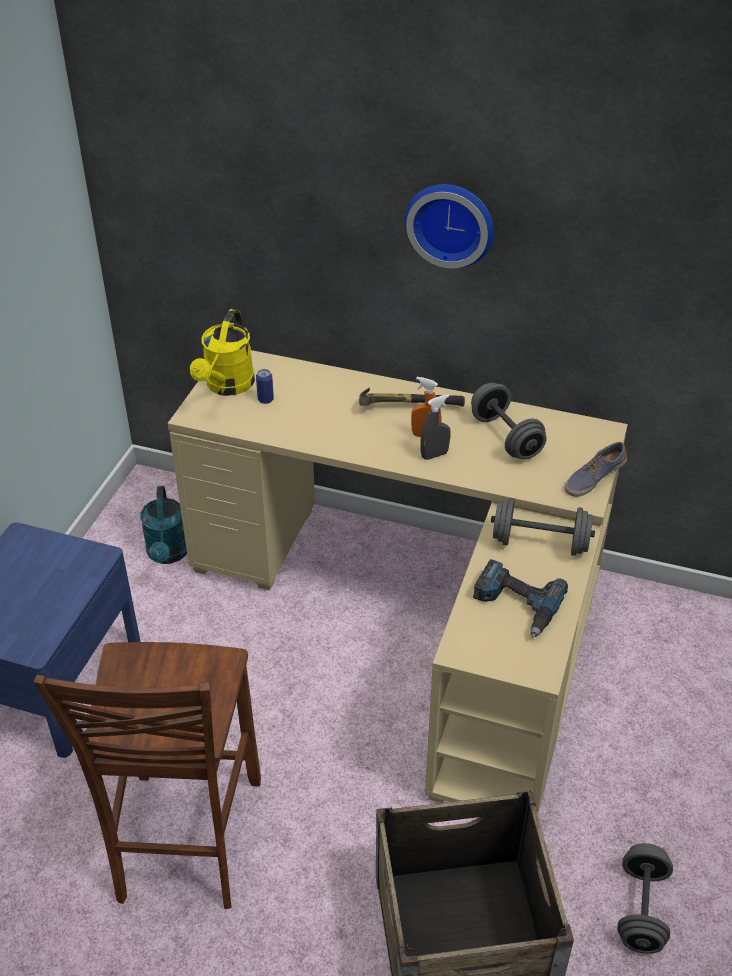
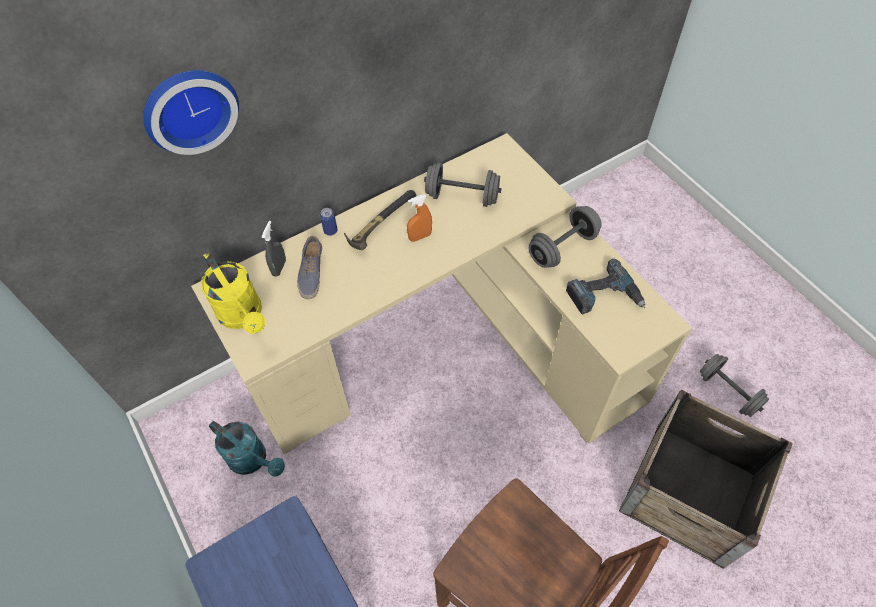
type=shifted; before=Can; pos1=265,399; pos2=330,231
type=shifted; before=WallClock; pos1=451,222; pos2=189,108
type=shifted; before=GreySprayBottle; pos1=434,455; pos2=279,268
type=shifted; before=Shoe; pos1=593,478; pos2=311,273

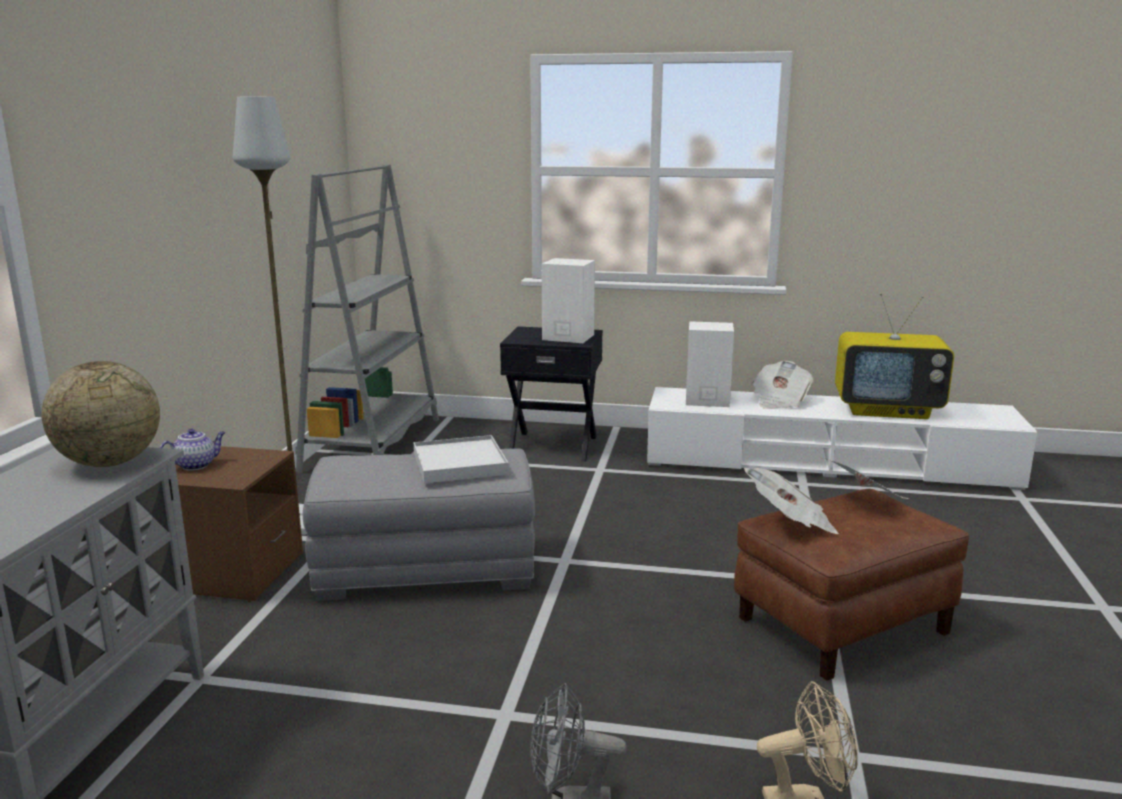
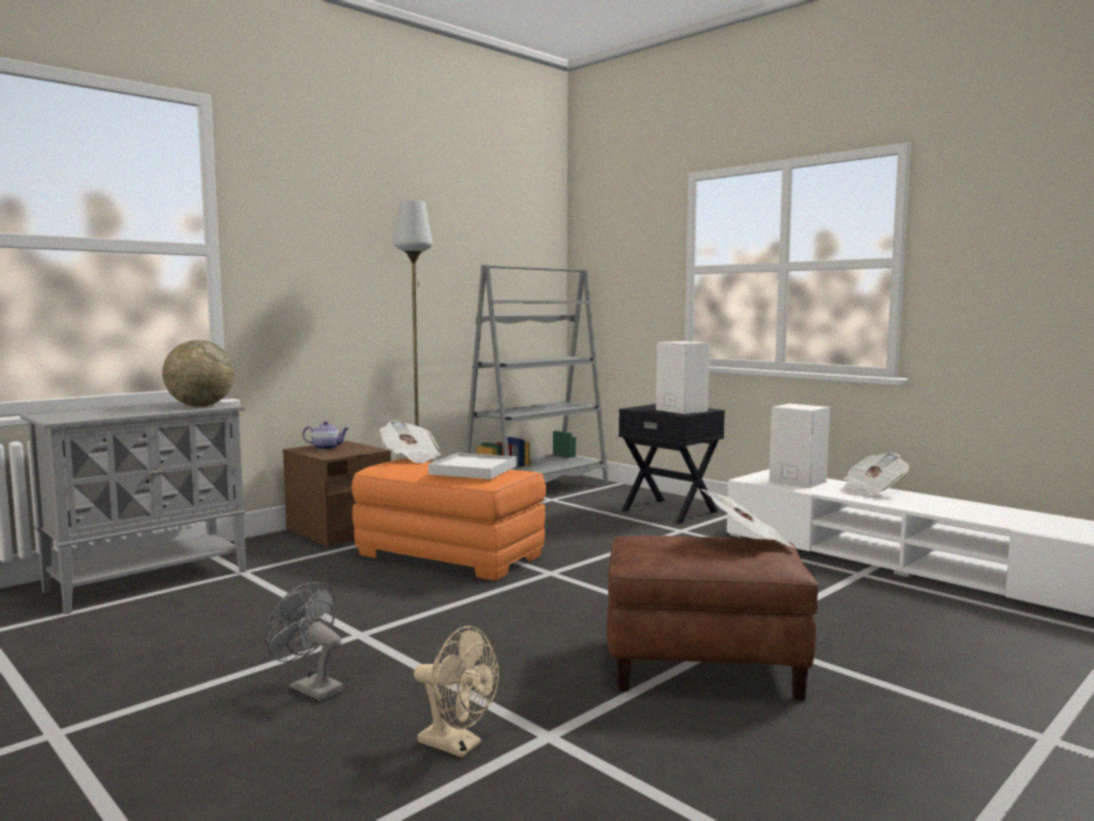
type=repainted; before=GreyOttoman; after=OrangeOttoman; pos1=424,570; pos2=448,556
type=shifted; before=Newspaper; pos1=790,523; pos2=411,458
type=gone; before=Television; pos1=888,410

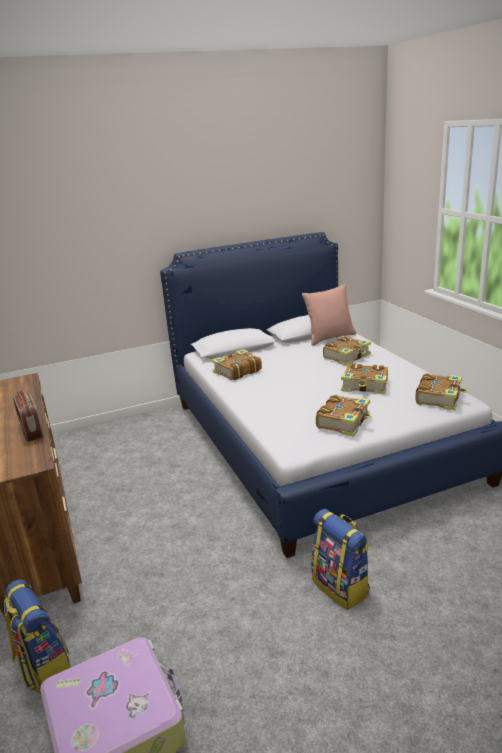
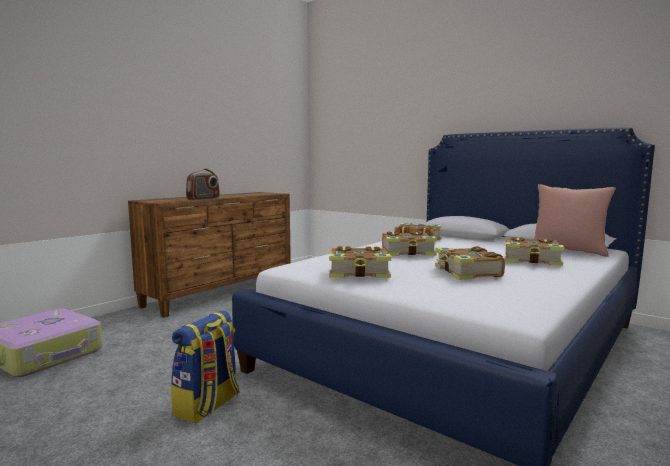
type=gone; before=Backpack; pos1=43,666
type=shifted; before=Book; pos1=439,398; pos2=408,252

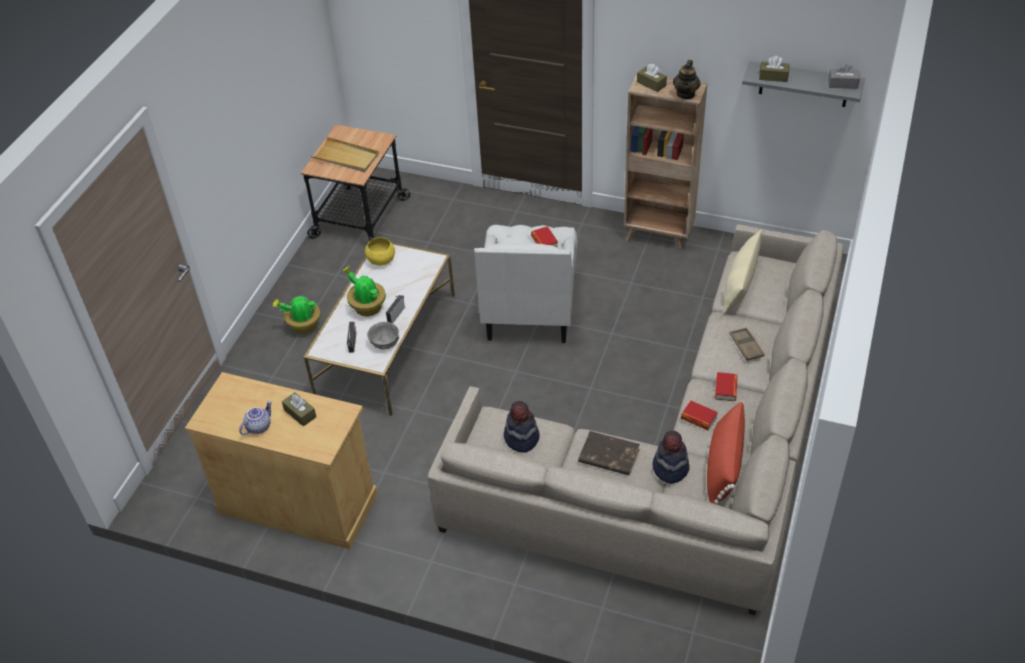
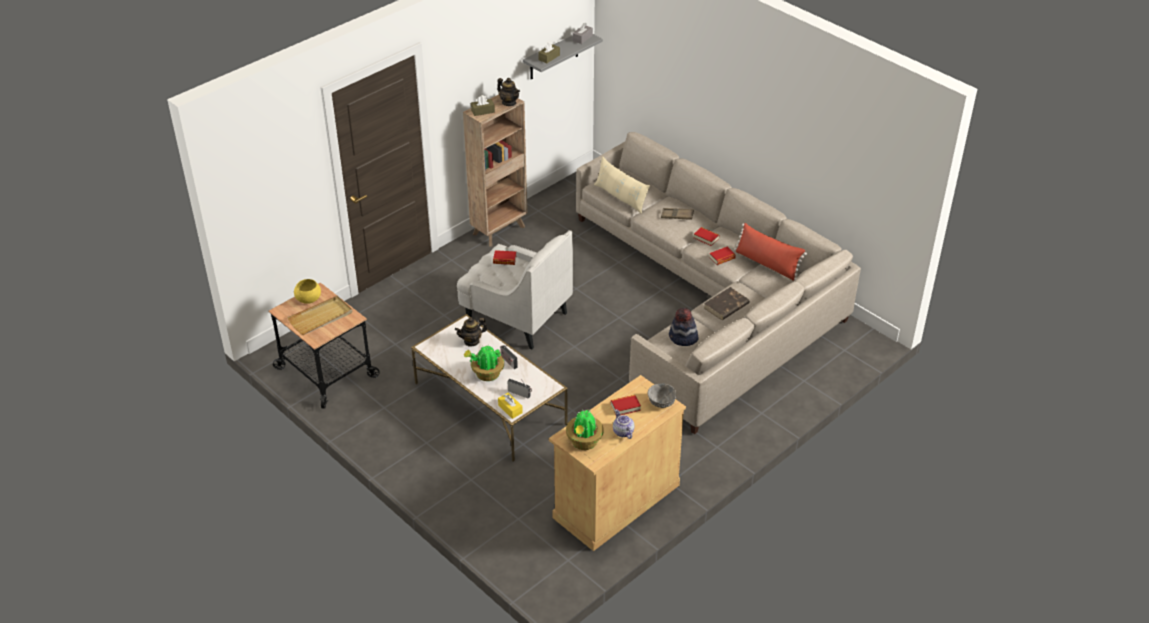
type=shifted; before=PottedPlant; pos1=303,326; pos2=584,442
type=swapped; before=BrownTissueBox; after=Book; pos1=300,413; pos2=625,407
type=shifted; before=YellowBowl; pos1=381,260; pos2=309,299
type=shifted; before=GreyBowl; pos1=385,342; pos2=661,402
type=gone; before=Hat; pos1=670,468
type=new; after=Teapot; pos2=472,341
type=new; after=YellowTissueBox; pos2=510,409

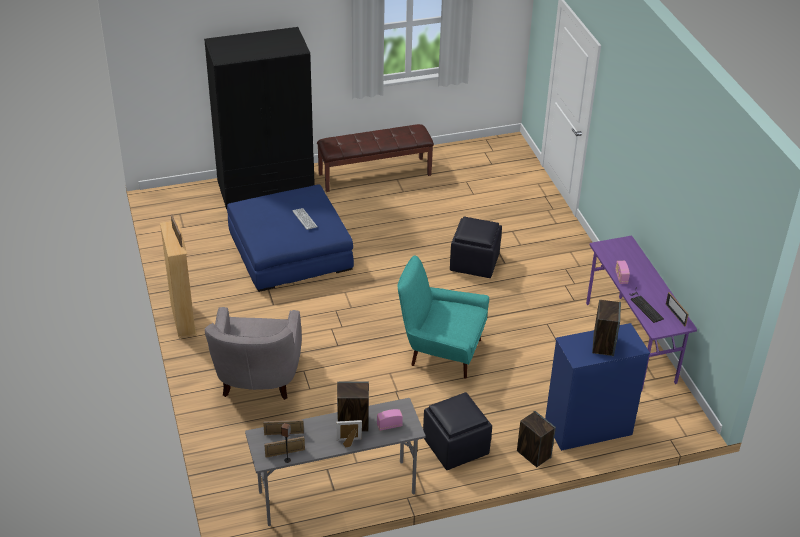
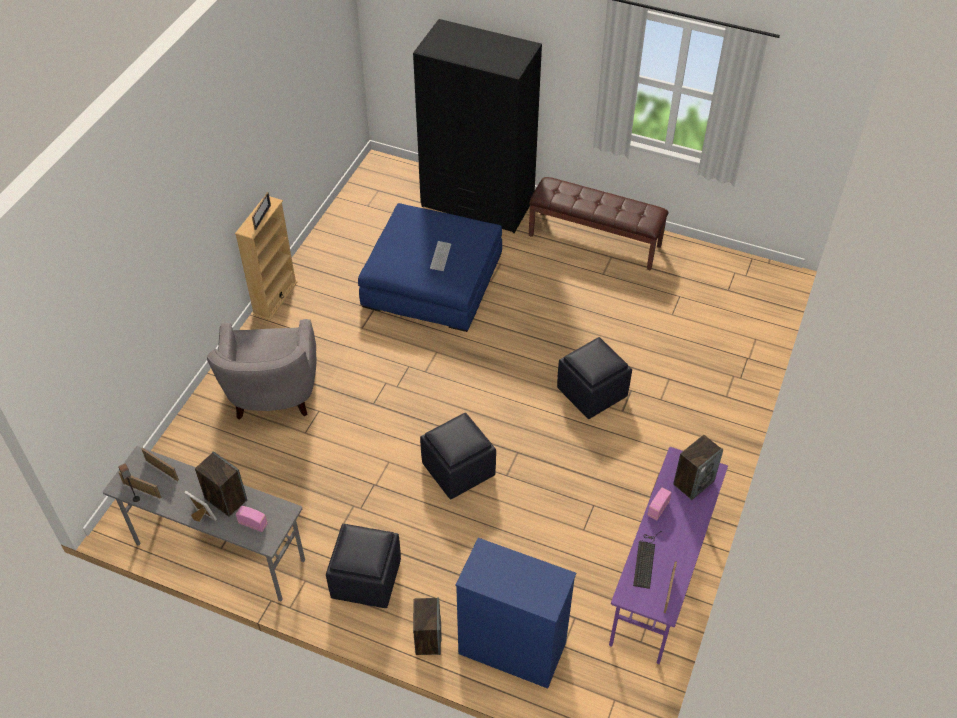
type=rotated; before=GreyArmchair; pos1=257,379; pos2=273,395; turn=-45
type=swapped; before=TurquoiseArmchair; after=BlackOttoman; pos1=441,351; pos2=458,469
type=shifted; before=Speaker; pos1=603,344; pos2=693,482

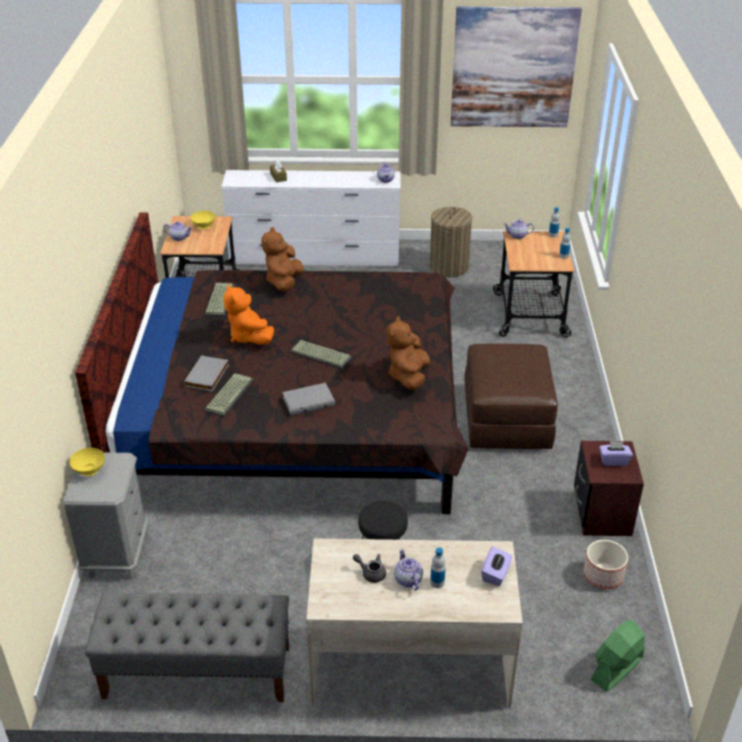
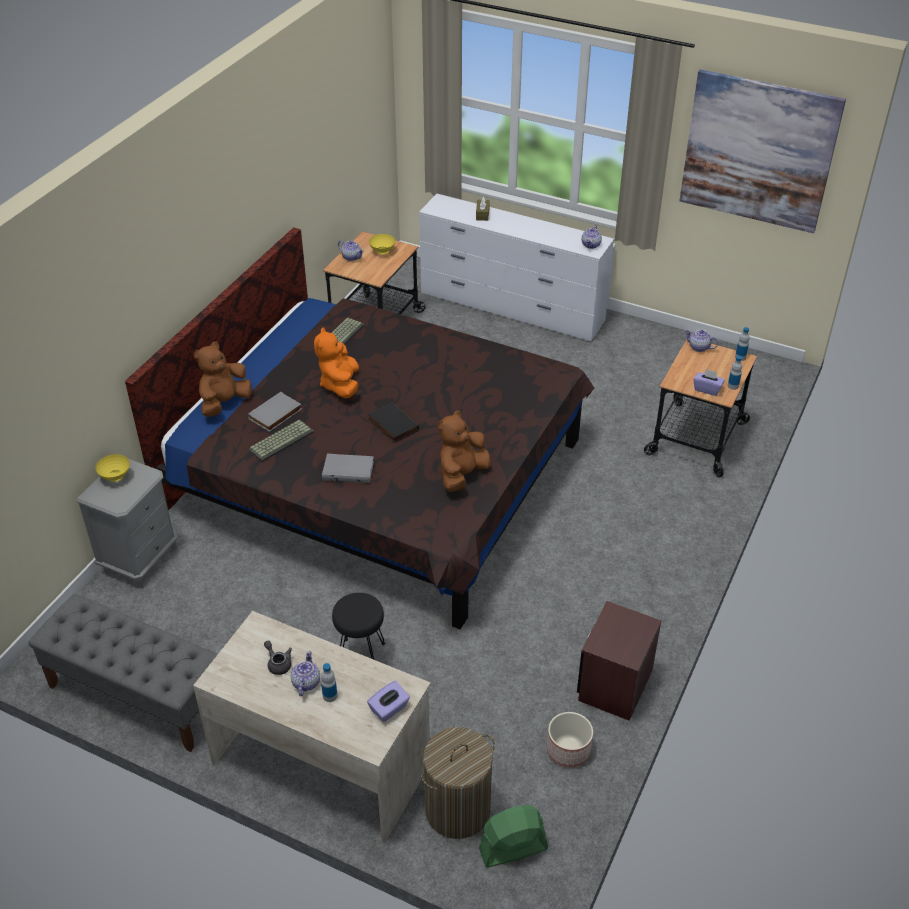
type=shifted; before=BrownPlushToy; pos1=284,282; pos2=224,403
type=swapped; before=Keyboard; after=BlackBook; pos1=319,355; pos2=392,425
type=shifted; before=LaundryBasket; pos1=449,267; pos2=457,810
type=gone; before=BrownOttoman; pos1=506,419
type=shifted; before=PurpleTissueBox; pos1=613,460; pos2=707,389

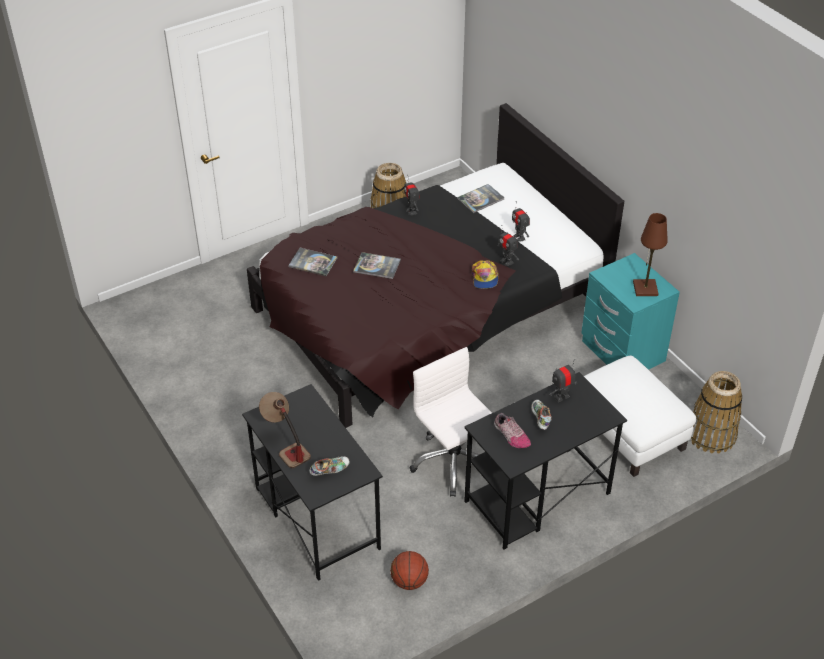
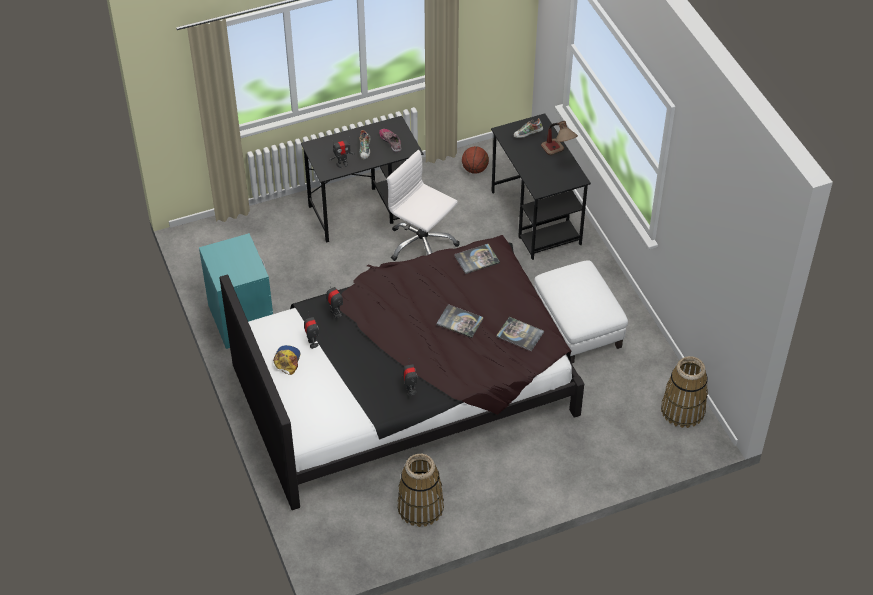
type=rotated; before=WhiteOfficeChair; pos1=453,462; pos2=421,245; turn=150
type=shifted; before=Book; pos1=480,199; pos2=477,259
type=shifted; before=Cap; pos1=484,278; pos2=287,360
type=shifted; before=WhiteOttoman; pos1=629,432; pos2=577,326
type=gone; before=BrownTableLamp; pos1=645,289
type=shifted; before=Basket; pos1=711,435; pos2=682,410

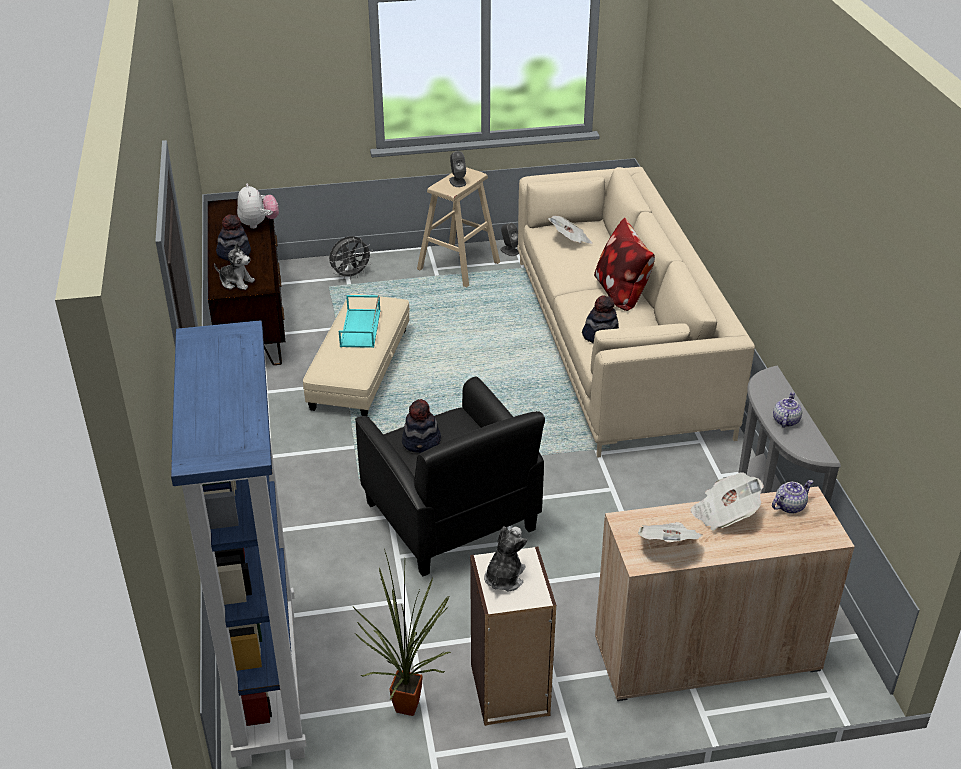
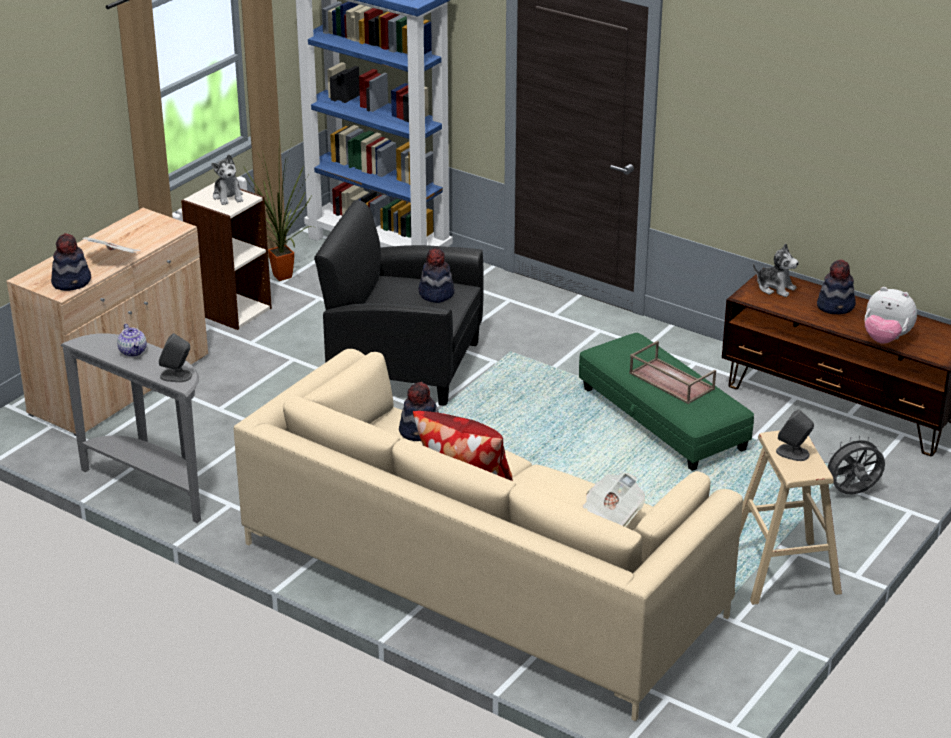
type=rotated; before=PlushToy; pos1=236,282; pos2=775,288; turn=-120
type=repainted; before=BeigeOttoman; after=GreenOttoman; pos1=360,368; pos2=662,419
type=rotated; before=GreyFan; pos1=351,275; pos2=852,493; turn=60
type=repainted; before=TurquoiseTray; after=BrownTray; pos1=361,329; pos2=670,381
type=shifted; before=GreySpeaker; pos1=509,251; pos2=176,376
type=gone; before=Newspaper; pos1=668,545
type=swapped; before=Teapot; after=Hat; pos1=789,506; pos2=72,282

